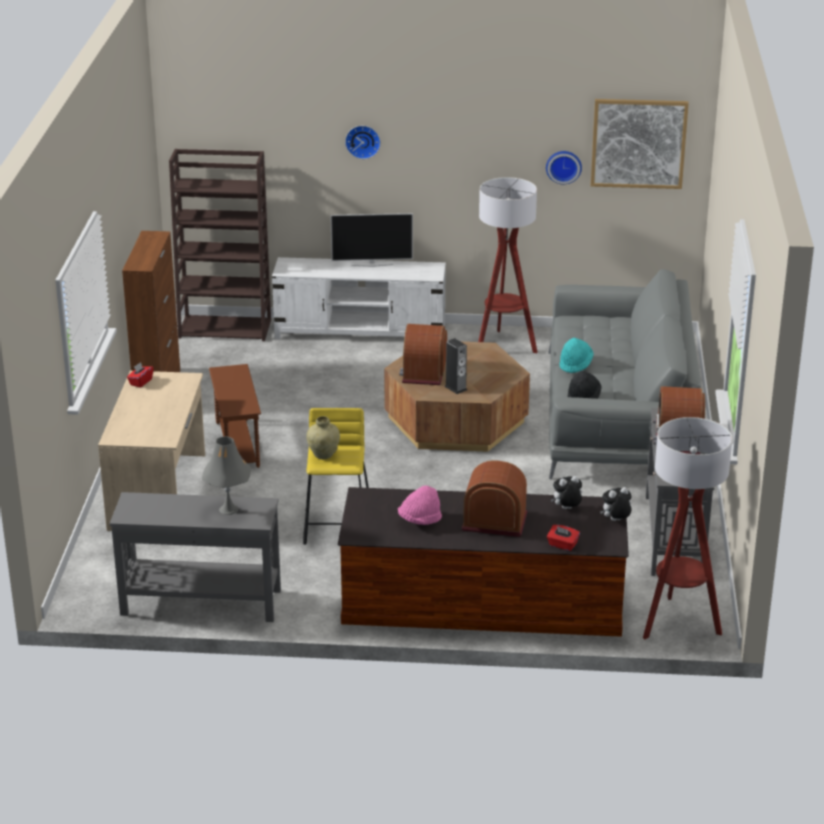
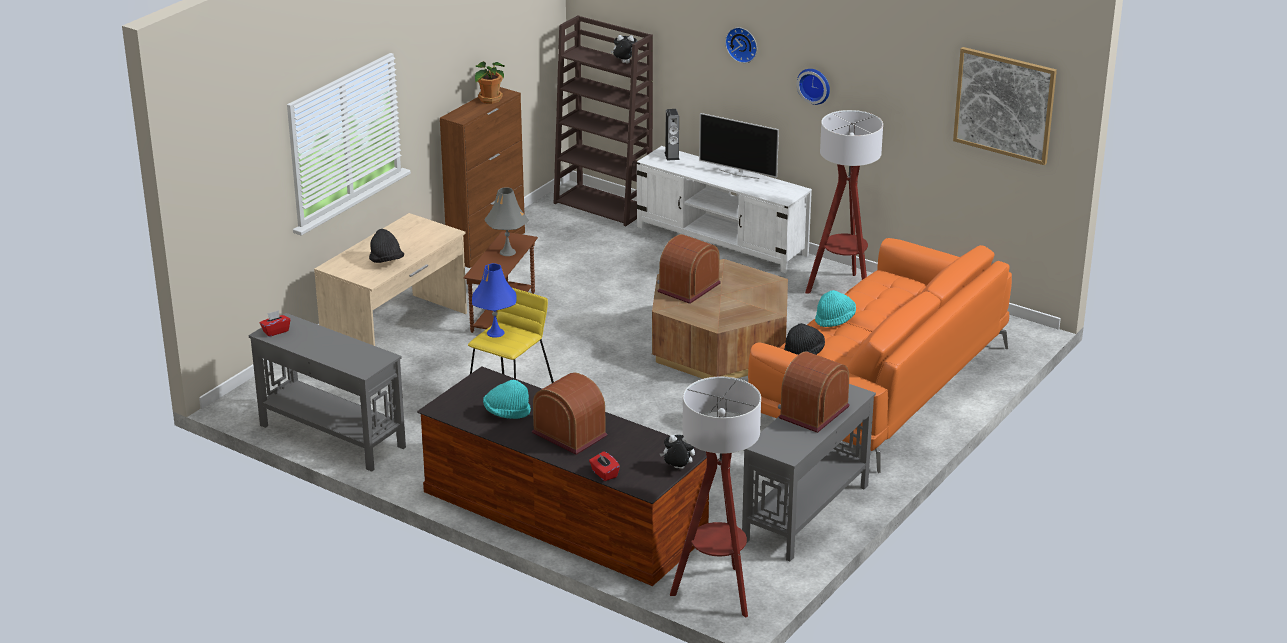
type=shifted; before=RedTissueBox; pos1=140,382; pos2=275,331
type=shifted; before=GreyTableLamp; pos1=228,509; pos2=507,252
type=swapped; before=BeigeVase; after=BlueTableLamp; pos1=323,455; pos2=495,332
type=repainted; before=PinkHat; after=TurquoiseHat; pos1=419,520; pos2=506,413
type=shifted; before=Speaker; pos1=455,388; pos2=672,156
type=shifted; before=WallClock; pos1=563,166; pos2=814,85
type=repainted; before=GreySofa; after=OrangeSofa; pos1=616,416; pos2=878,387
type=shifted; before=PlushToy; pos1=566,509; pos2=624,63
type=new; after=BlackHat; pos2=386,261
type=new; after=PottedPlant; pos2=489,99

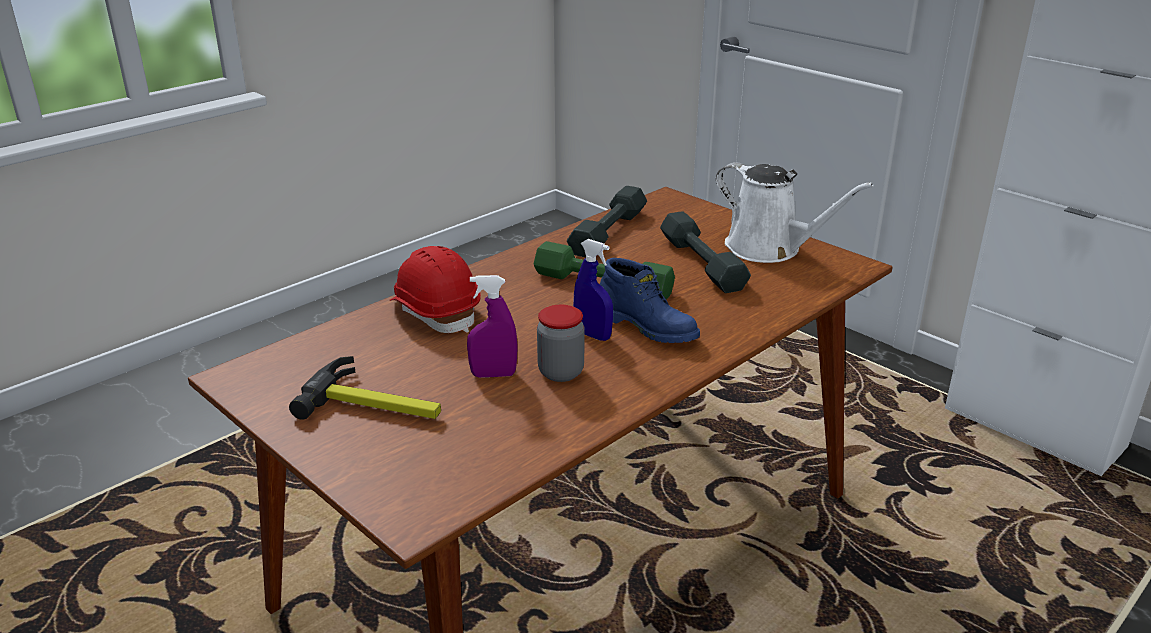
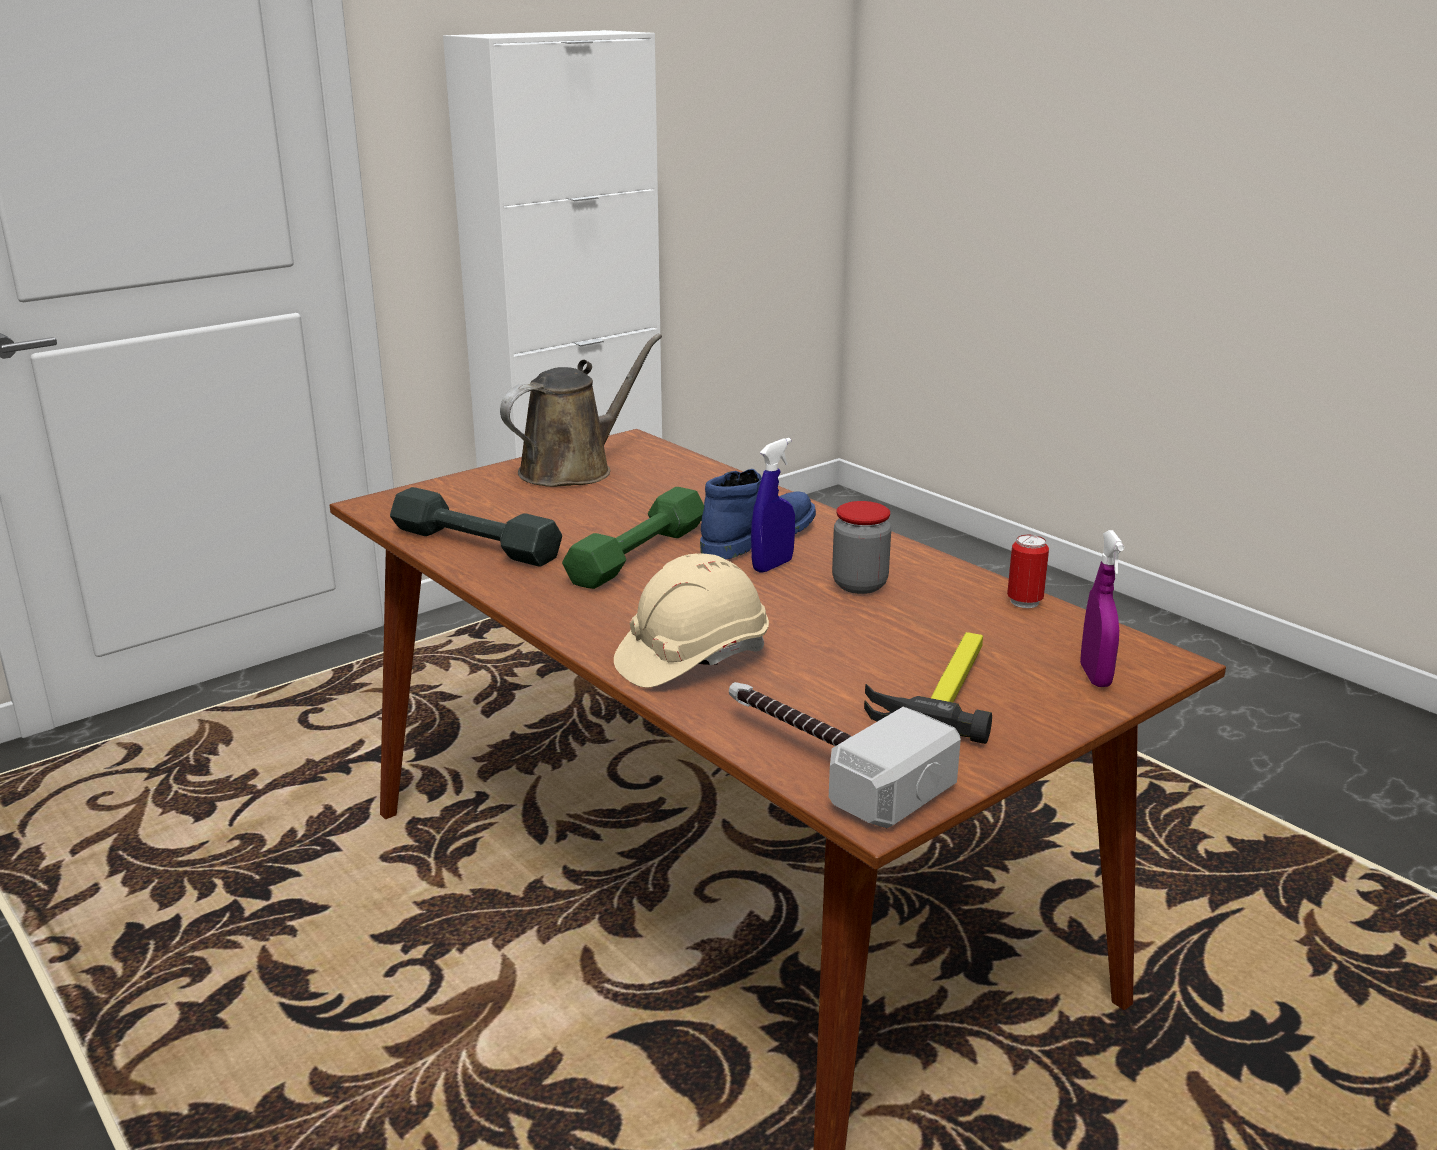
type=repainted; before=RedHardHat; after=BeigeHardHat; pos1=436,312; pos2=692,658
type=shifted; before=PurpleSprayBottle; pos1=493,375; pos2=1095,676
type=gone; before=GreyDumbbell; pos1=701,263
type=repainted; before=WhiteWateringCan; after=BrownWateringCan; pos1=769,249; pos2=573,469
type=new; after=Hammer; pos2=824,760
type=new; after=Can; pos2=1024,602

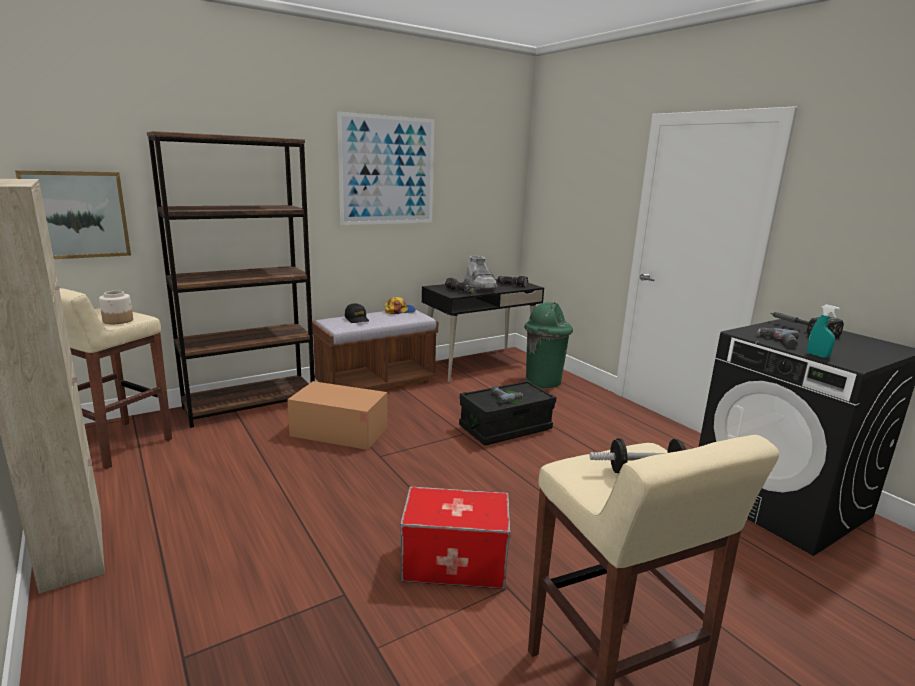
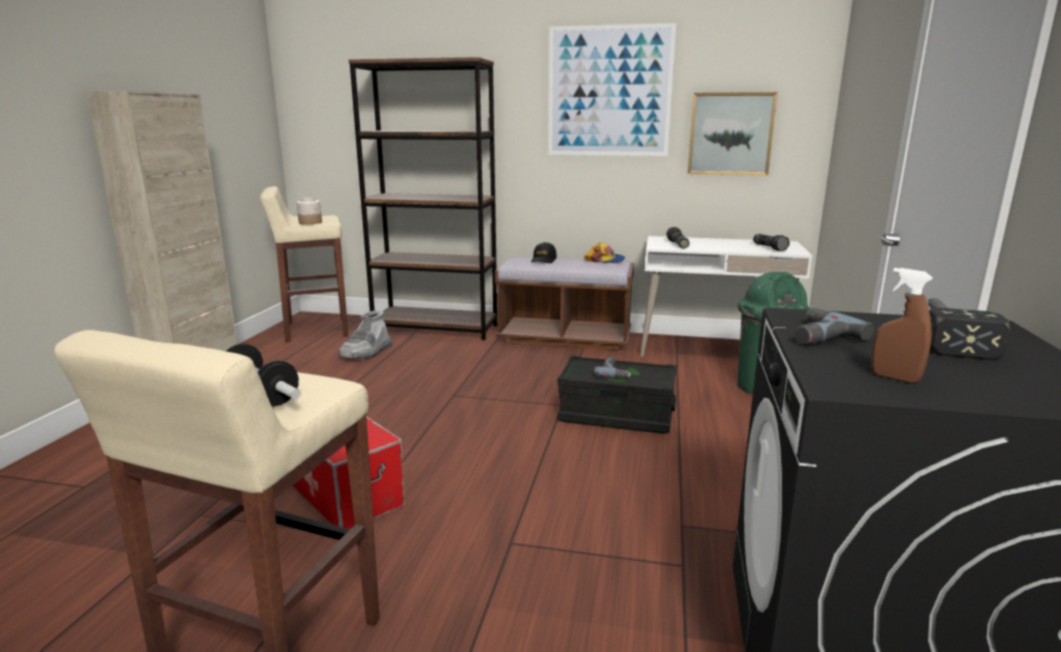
type=shifted; before=Picture; pos1=76,215; pos2=730,134
type=gone; before=CardboardBox; pos1=339,431
type=repainted; before=BlackDesk; after=WhiteDesk; pos1=479,364; pos2=714,350
type=shifted; before=GreyBoot; pos1=480,287; pos2=366,353
type=gone; before=TurquoiseSprayBottle; pos1=817,355
type=new; after=BrownSprayBottle; pos2=894,378

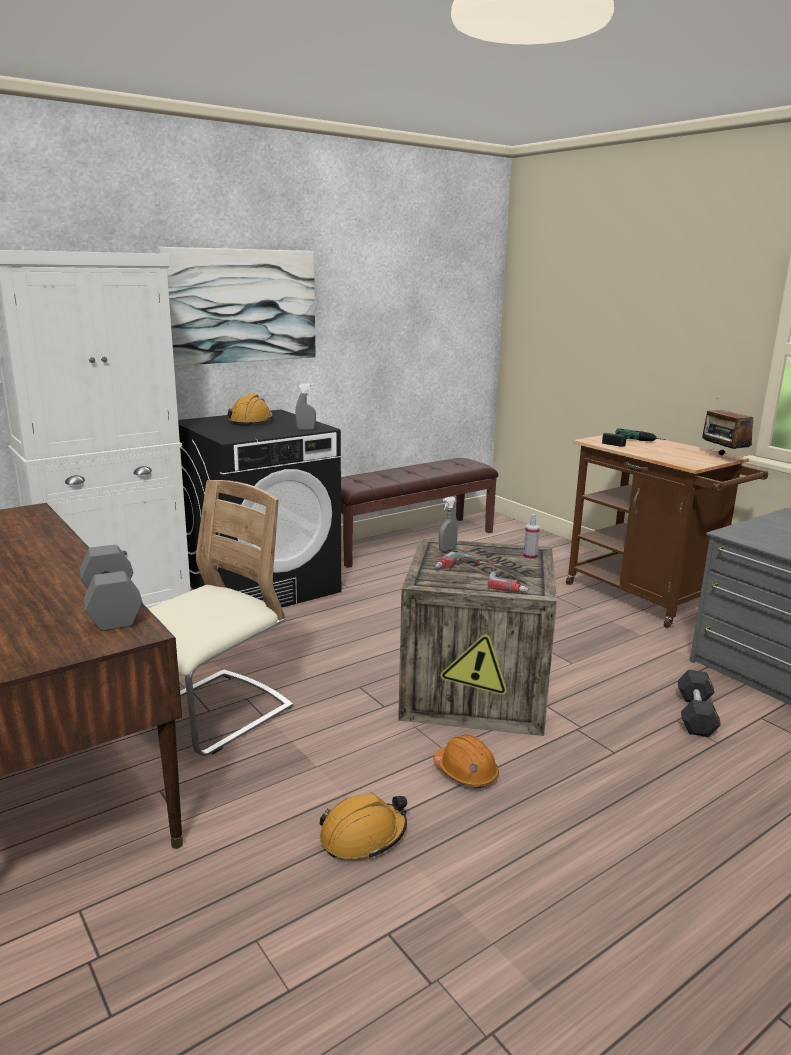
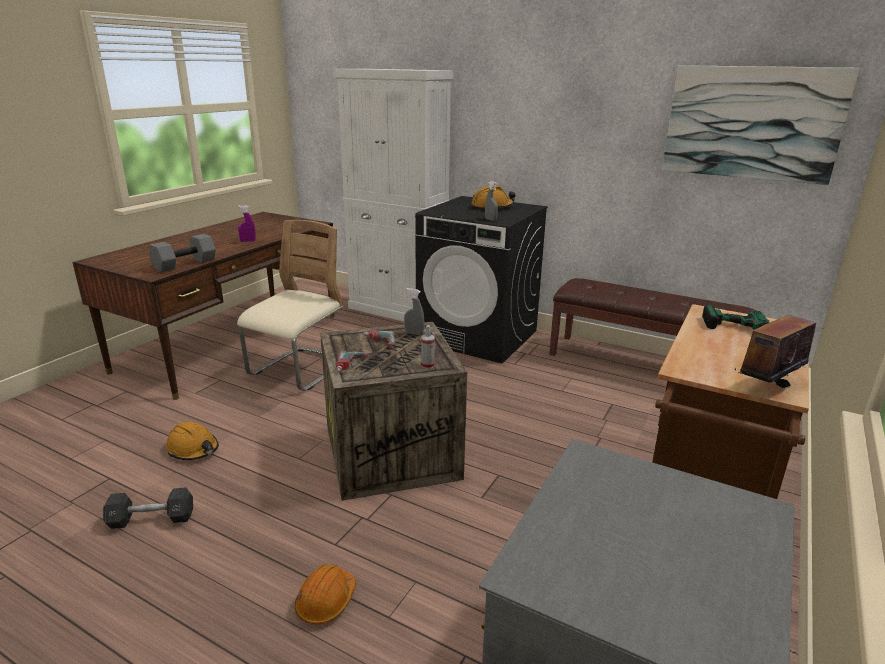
type=rotated; before=BeigeChair; pos1=212,714; pos2=299,370; turn=-75
type=shifted; before=Picture; pos1=241,306; pos2=752,123
type=shifted; before=OrangeHardHat; pos1=466,772; pos2=326,602
type=shifted; before=BlackDumbbell; pos1=695,715; pos2=152,519
type=new; after=PurpleSprayBottle; pos2=248,241

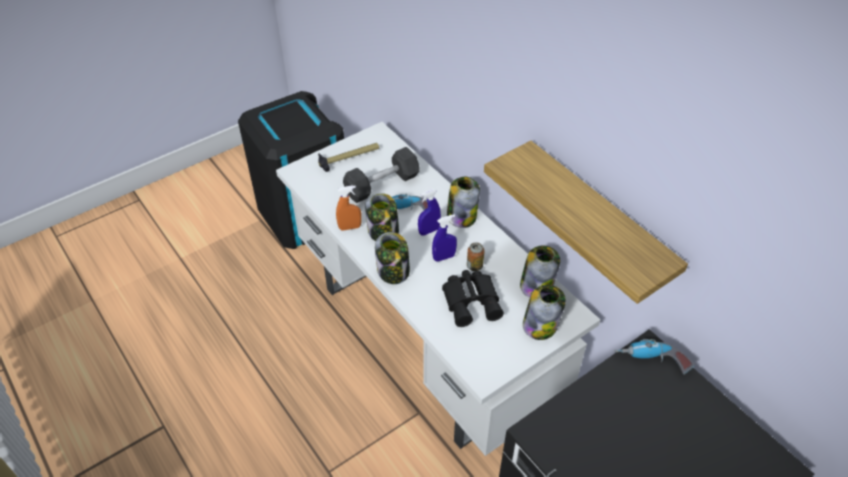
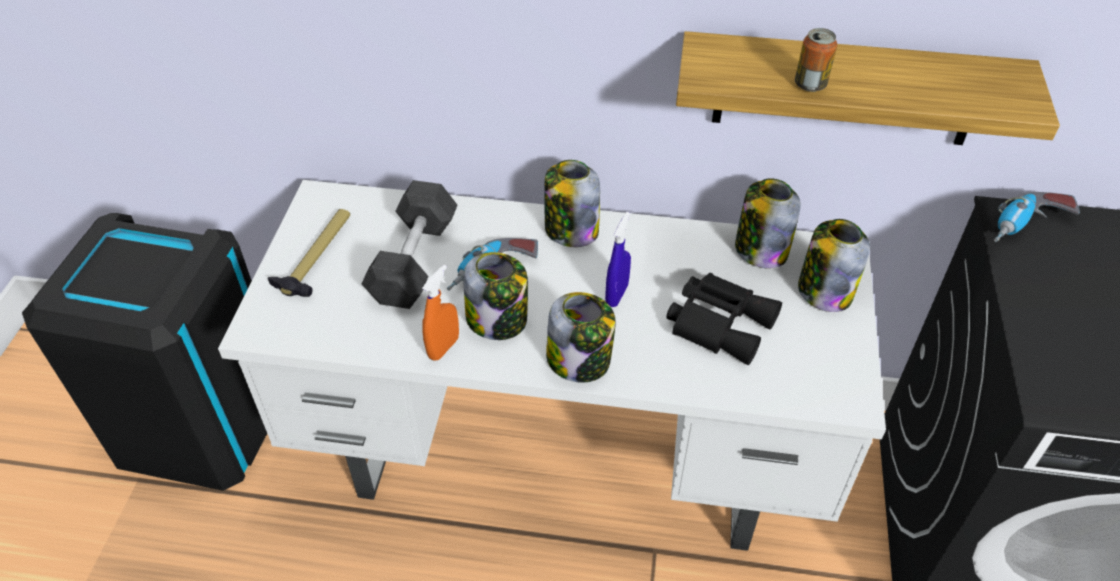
type=gone; before=BlueSprayBottle; pos1=429,231
type=shifted; before=Can; pos1=474,266; pos2=810,84

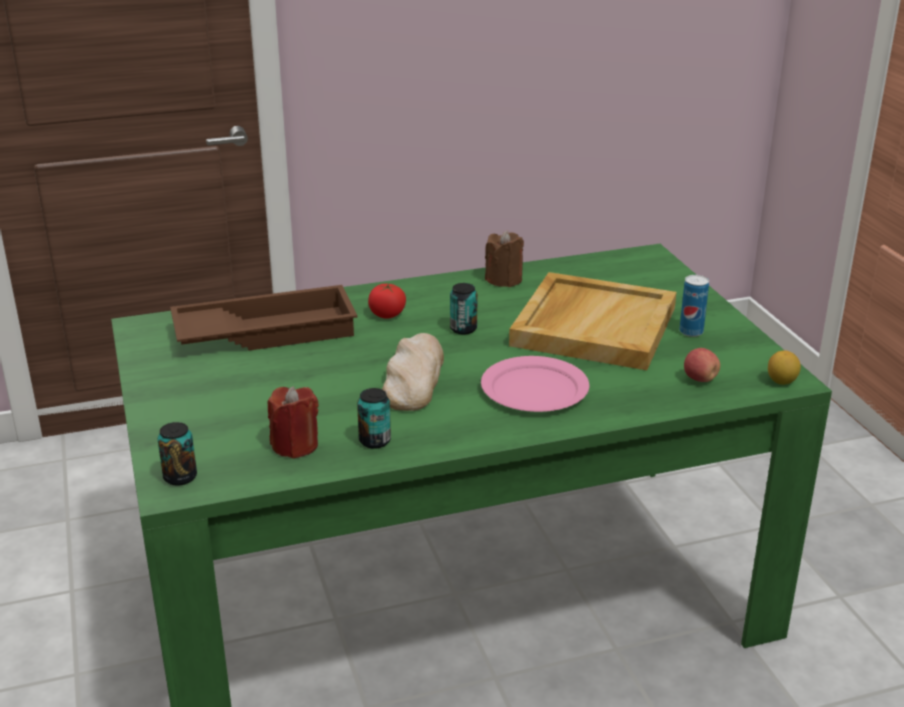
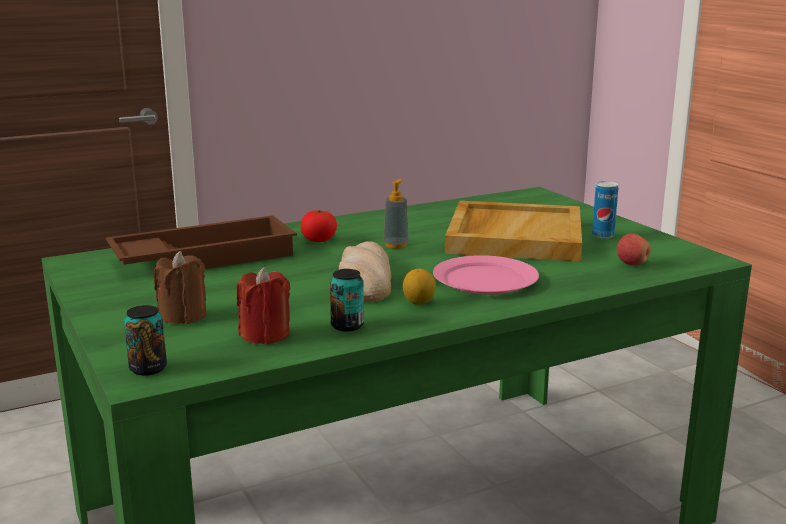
type=swapped; before=Can; after=SoapDispenser; pos1=463,329; pos2=396,245
type=shifted; before=BrownCandle; pos1=504,279; pos2=183,316
type=shifted; before=Lemon; pos1=781,381; pos2=419,302

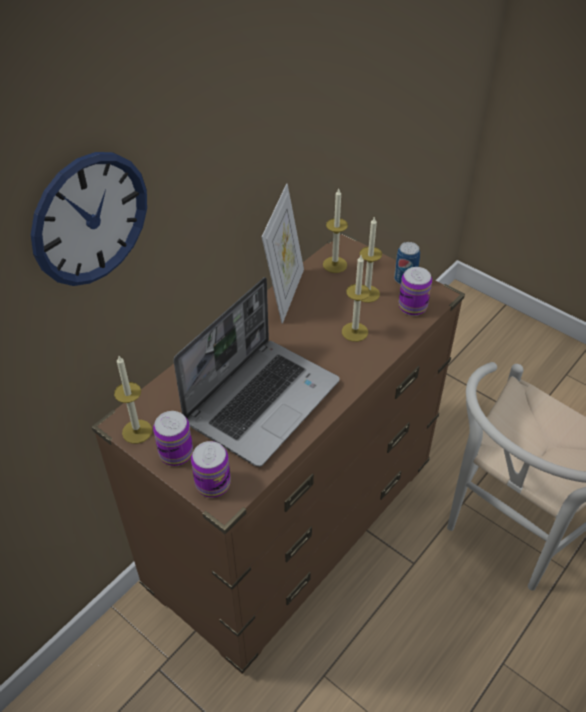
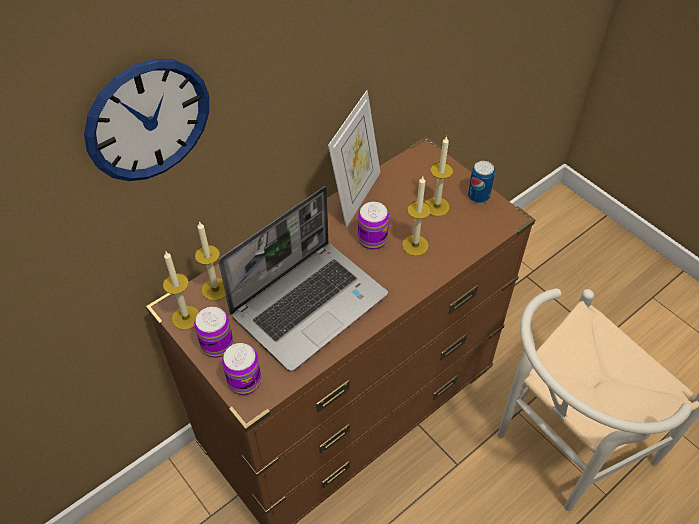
type=shifted; before=Candle; pos1=335,265; pos2=215,289
type=shifted; before=Can; pos1=412,307; pos2=372,239

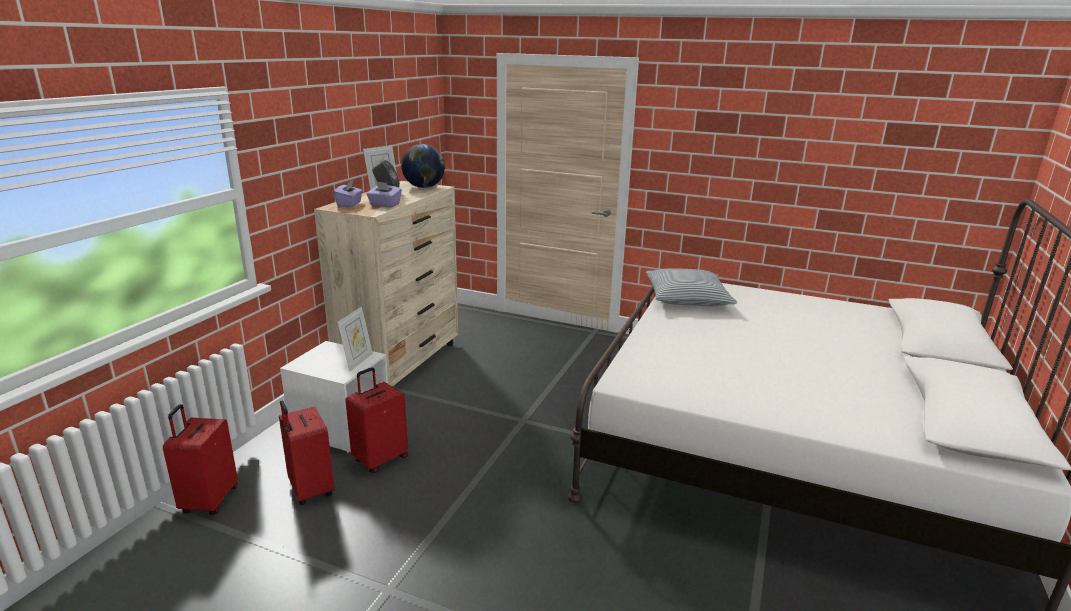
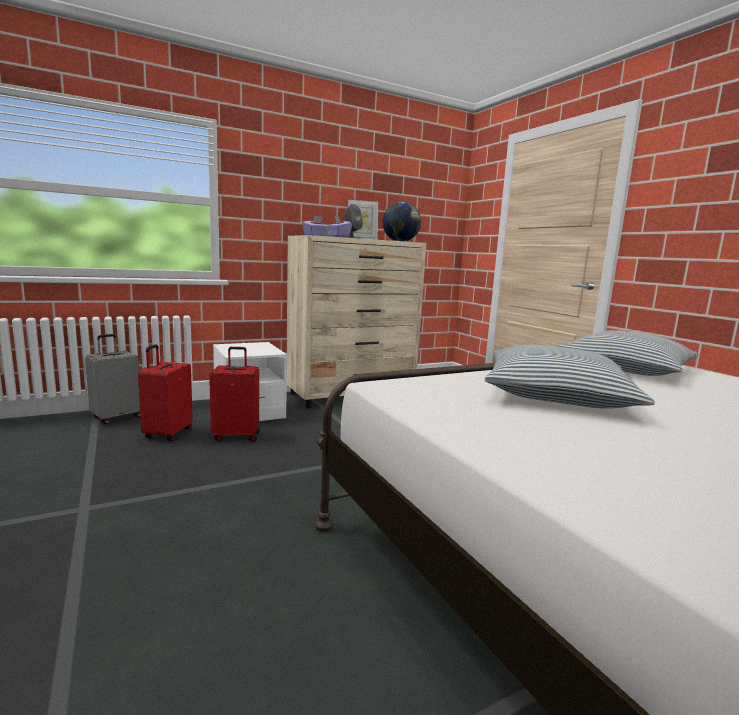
type=repainted; before=RedSuitcase; after=GreySuitcase; pos1=209,501; pos2=116,417
type=gone; before=PictureFrame; pos1=357,361
type=new; after=Pillow; pos2=556,394

